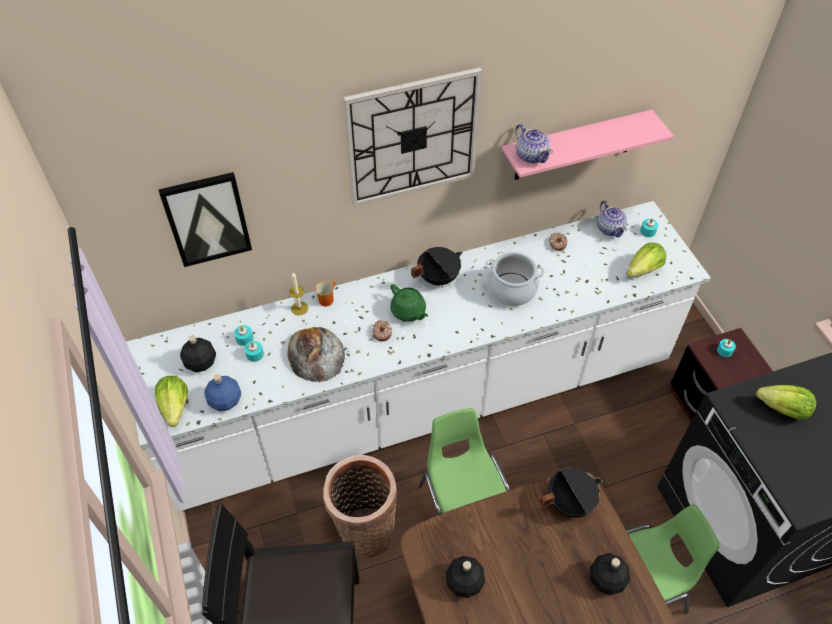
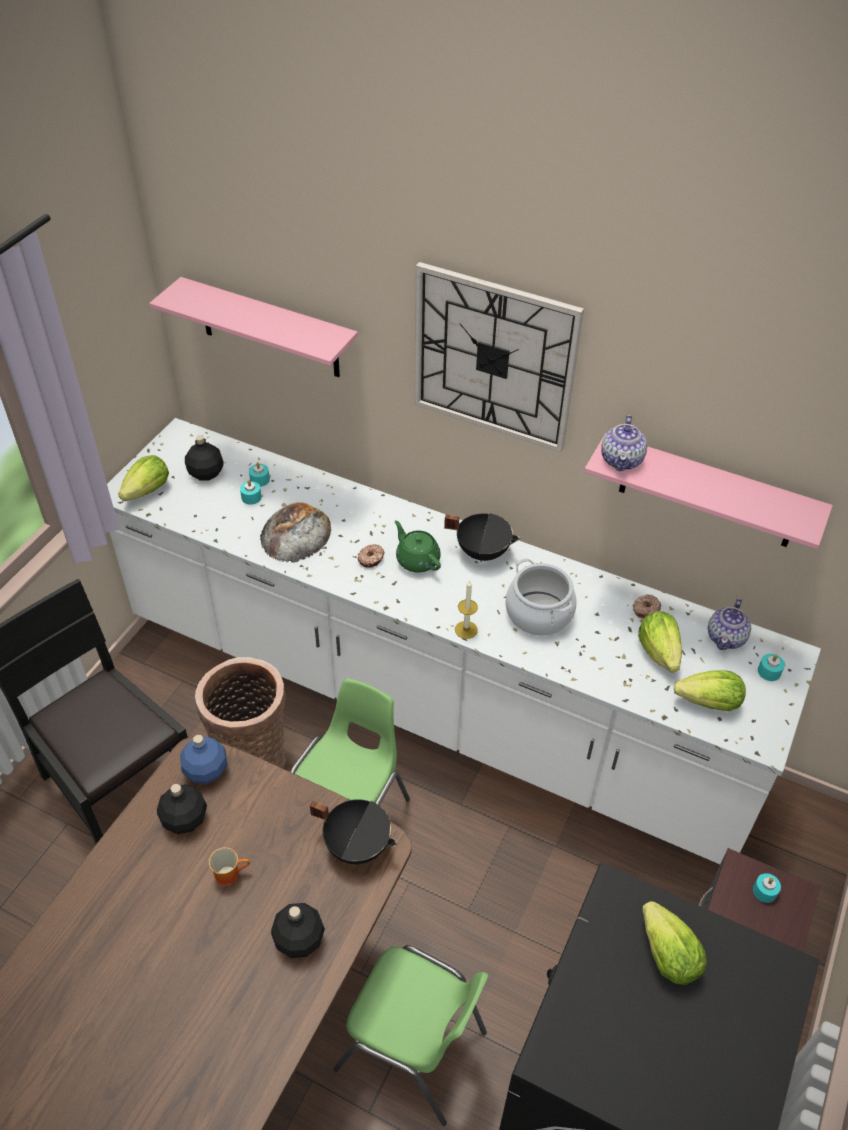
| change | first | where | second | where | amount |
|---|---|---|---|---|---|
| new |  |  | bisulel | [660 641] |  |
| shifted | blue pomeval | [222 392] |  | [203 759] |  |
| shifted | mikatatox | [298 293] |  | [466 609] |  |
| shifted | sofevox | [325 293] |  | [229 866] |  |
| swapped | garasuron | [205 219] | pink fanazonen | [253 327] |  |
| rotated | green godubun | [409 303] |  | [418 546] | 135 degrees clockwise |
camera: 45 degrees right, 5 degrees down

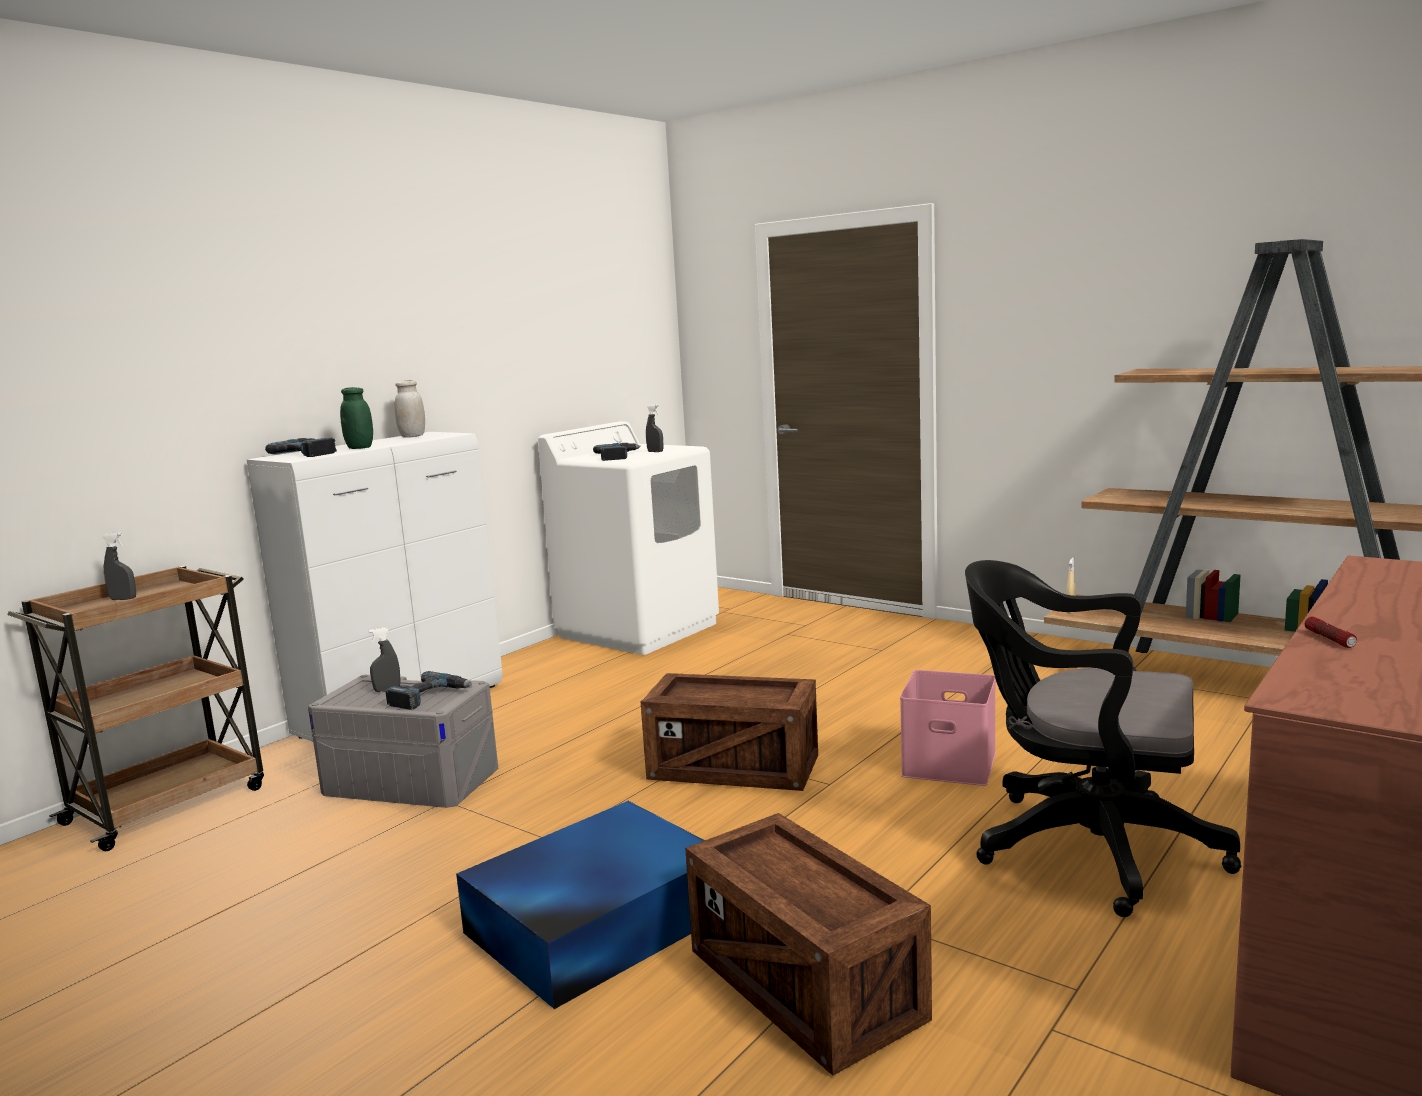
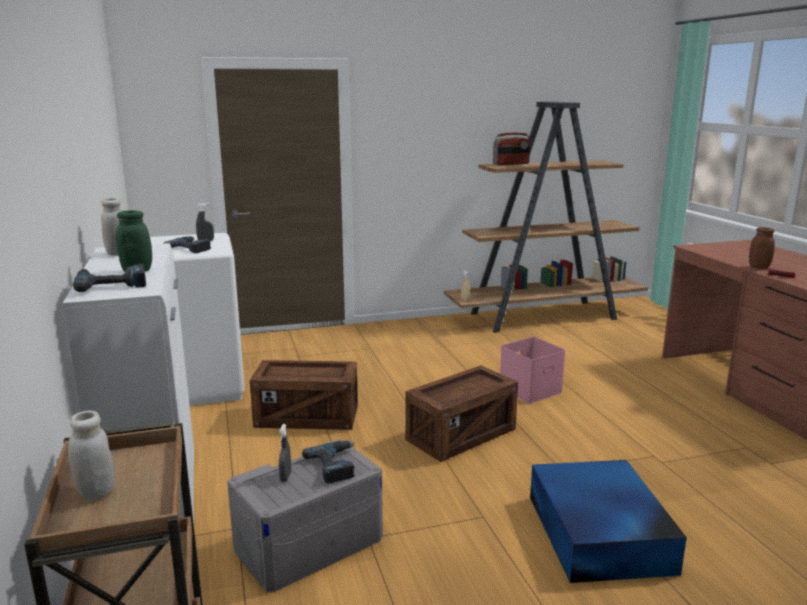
| change | first | where | second | where | amount |
|---|---|---|---|---|---|
| gone | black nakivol | [1103 738] |  |  |  |
| new |  |  | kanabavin | [511 148] |  |
| new |  |  | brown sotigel | [762 248] |  |
| shifted | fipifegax | [808 944] |  | [304 395] |  |
| swapped | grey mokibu | [119 566] | white sotigel | [91 455] |  |
camera: 55 degrees left, 5 degrees up

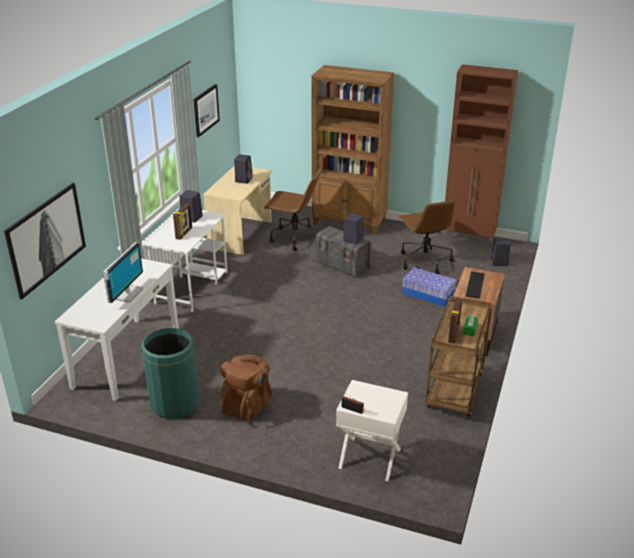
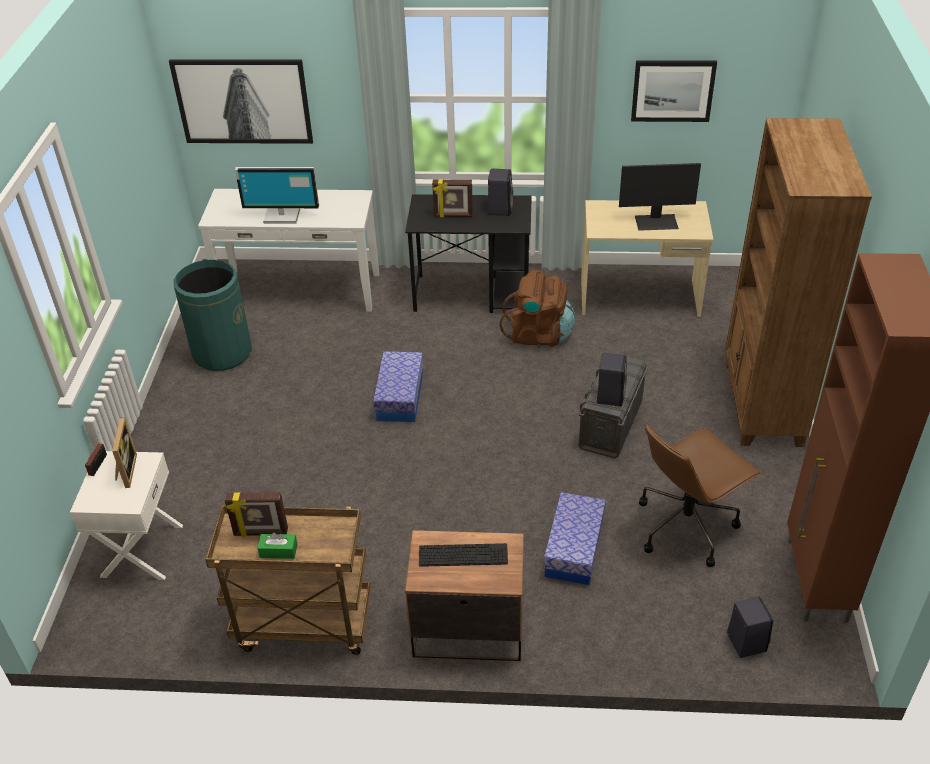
| change | first | where | second | where | amount |
|---|---|---|---|---|---|
| gone | brown nakivol | [293 209] |  |  |  |
| new |  |  | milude | [124 452] |  |
| new |  |  | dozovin | [398 386] |  |
| shifted | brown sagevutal | [246 387] |  | [537 308] |  |
| swapped | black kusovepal | [243 169] | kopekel | [660 197] |  |
| repainted | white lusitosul | [186 261] | black lusitosul | [468 253] |  |
camera: 75 degrees right, 10 degrees up

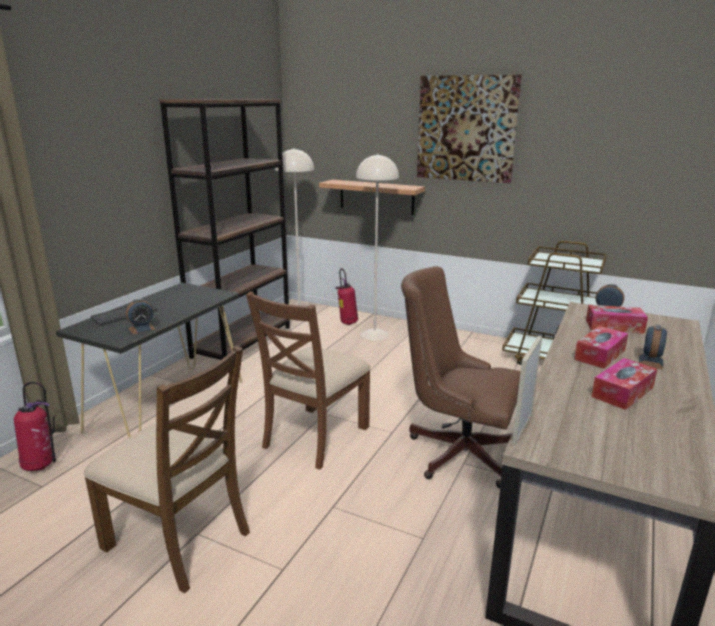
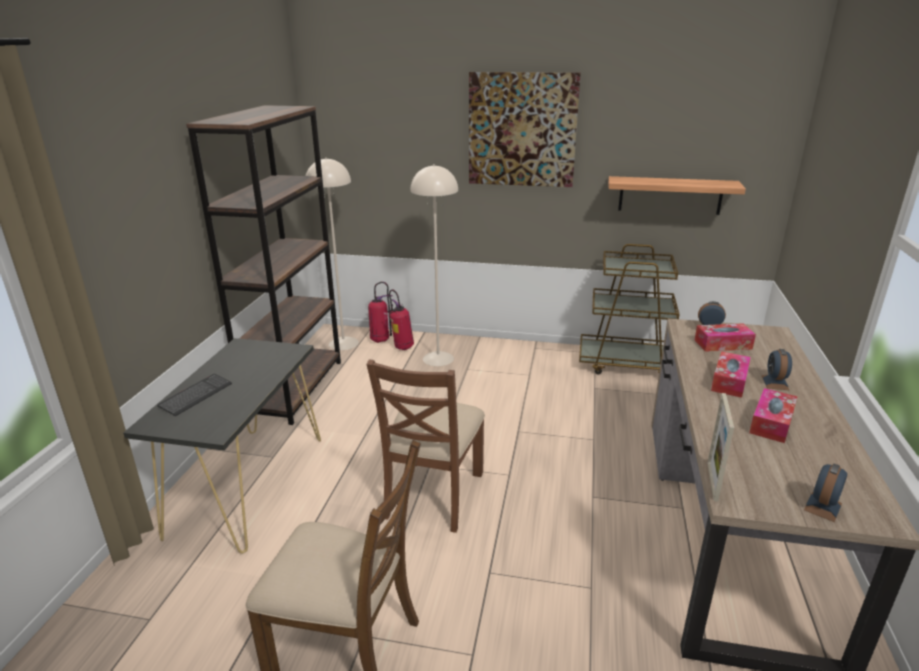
| change | first | where | second | where | amount |
|---|---|---|---|---|---|
| gone | brown nakivol | [461 377] |  |  |  |
| shifted | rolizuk | [35 426] |  | [380 312] |  |
| shifted | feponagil | [141 316] |  | [825 493] |  |
| shifted | fanazonen | [372 197] |  | [677 195] |  |
camera: 15 degrees left, 5 degrees up

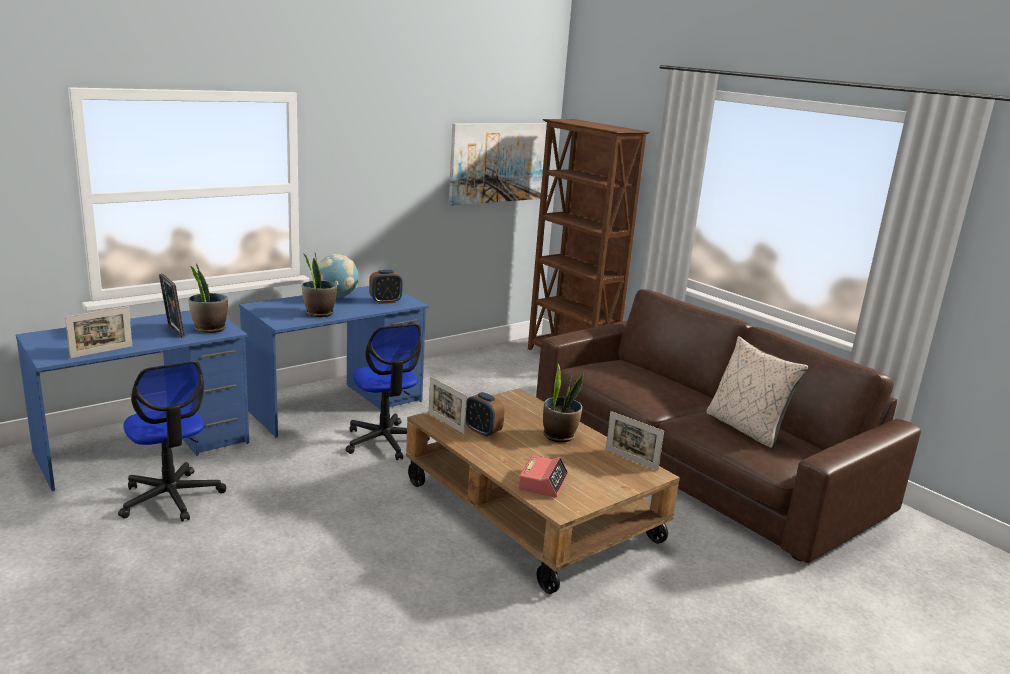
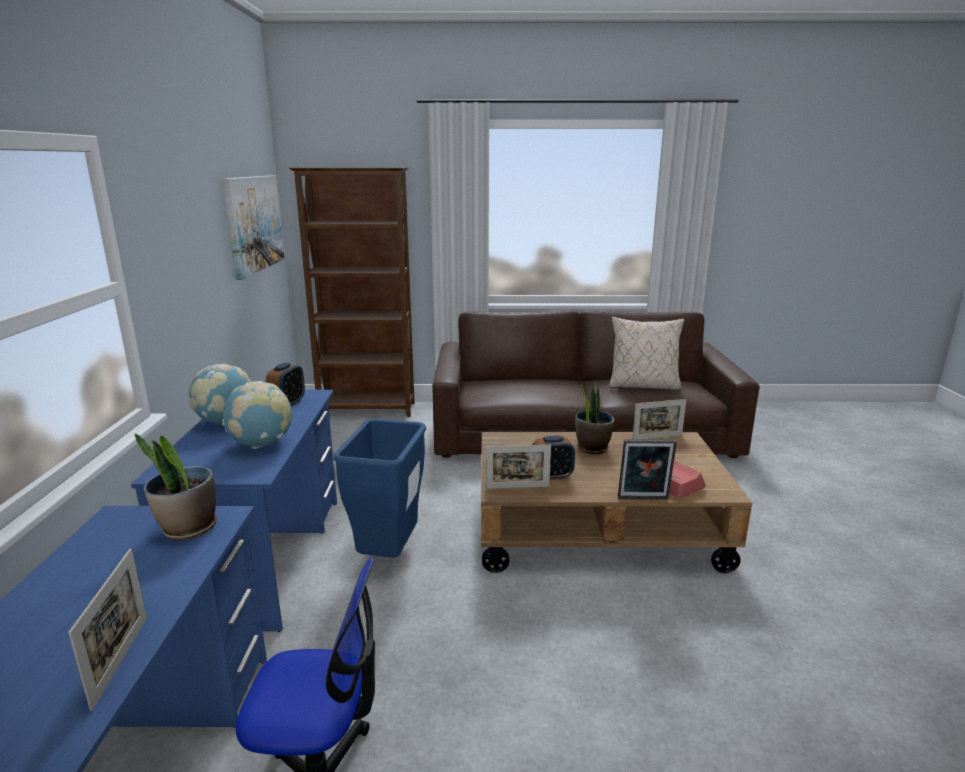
| change | first | where | second | where | amount |
|---|---|---|---|---|---|
| shifted | milude | [172 306] |  | [647 469] |  |
| swapped | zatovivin | [319 285] | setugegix | [257 415] |  |
| swapped | nakivol | [387 392] | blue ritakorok | [379 488] |  |
camera: 50 degrees left, 0 degrees up

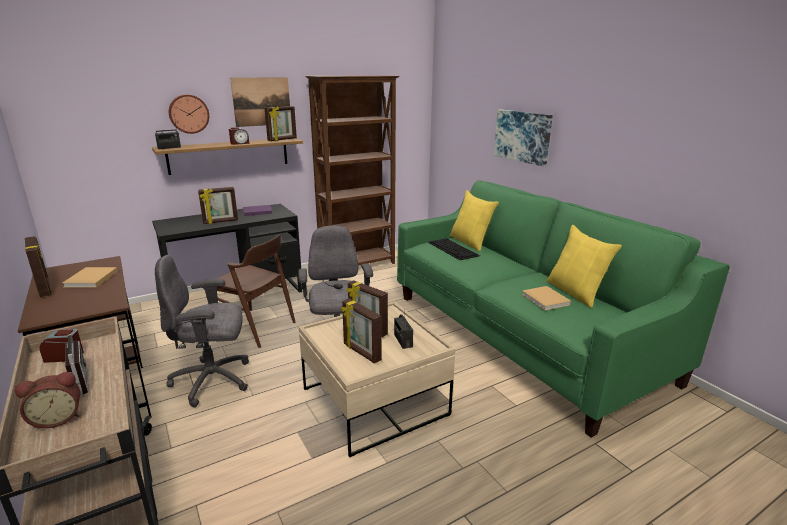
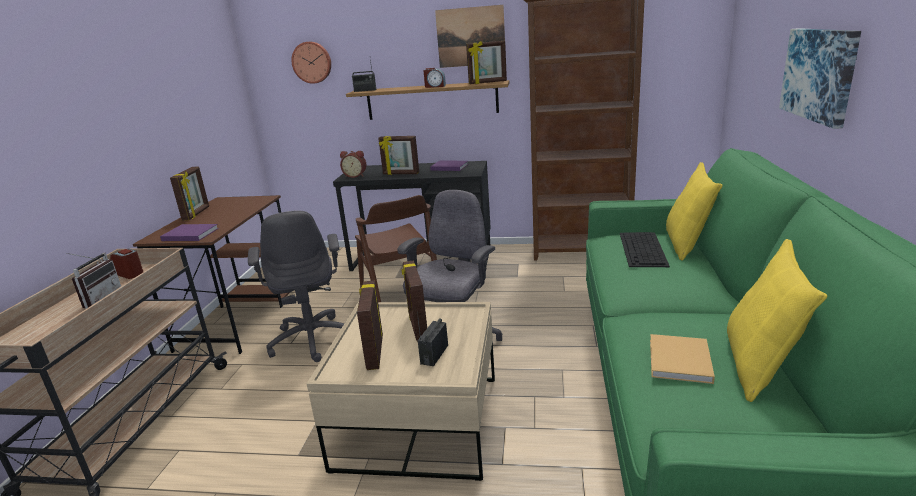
| change | first | where | second | where | amount |
|---|---|---|---|---|---|
| gone | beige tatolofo | [90 277] |  |  |  |
| new |  |  | purple tatolofo | [189 232] |  |
| shifted | feponagil | [47 400] |  | [353 164] |  |
| shifted | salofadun | [189 114] |  | [311 63] |  |
| rotated | grey nakivol | [202 331] |  | [296 286] | 135 degrees counterclockwise |
camera: 40 degrees right, 0 degrees up

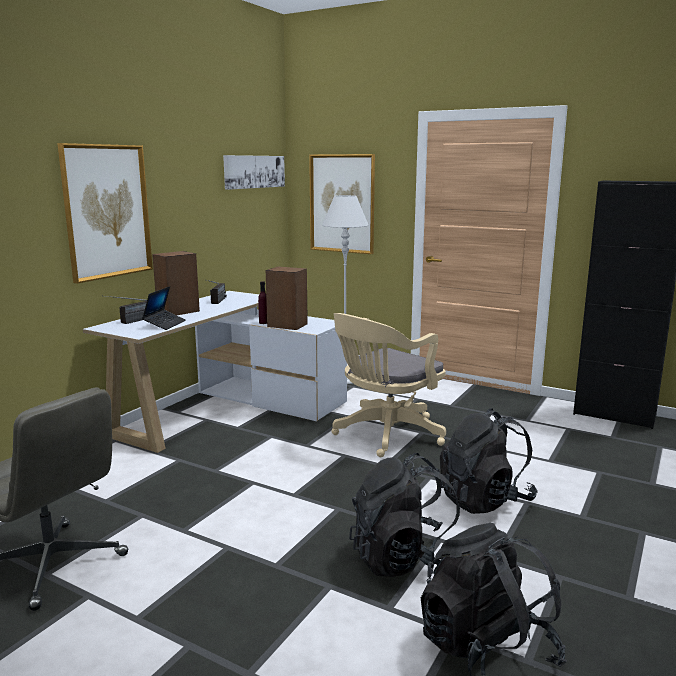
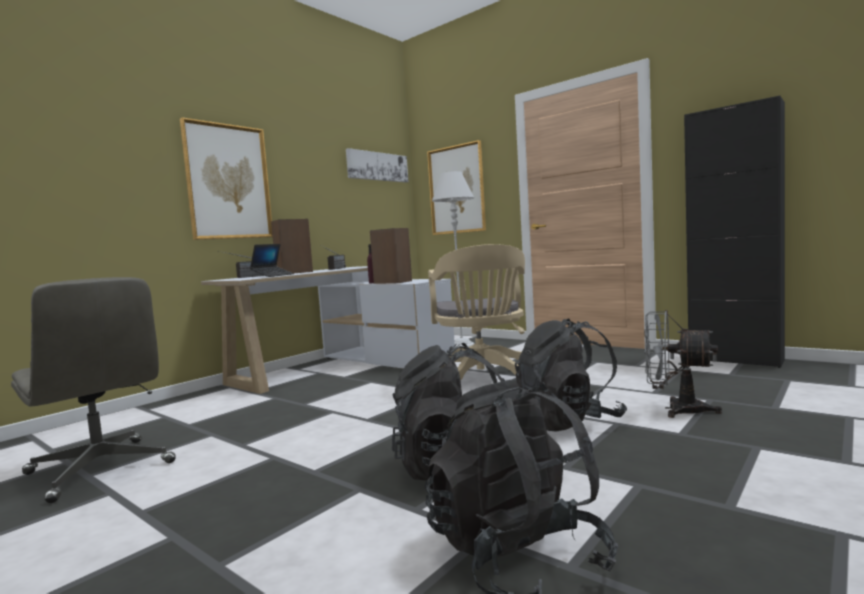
| change | first | where | second | where | amount |
|---|---|---|---|---|---|
| new |  |  | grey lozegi | [683 364] |  |
| rotated | beige nakivol | [389 385] |  | [476 312] | 60 degrees counterclockwise |
camera: 10 degrees right, 10 degrees down

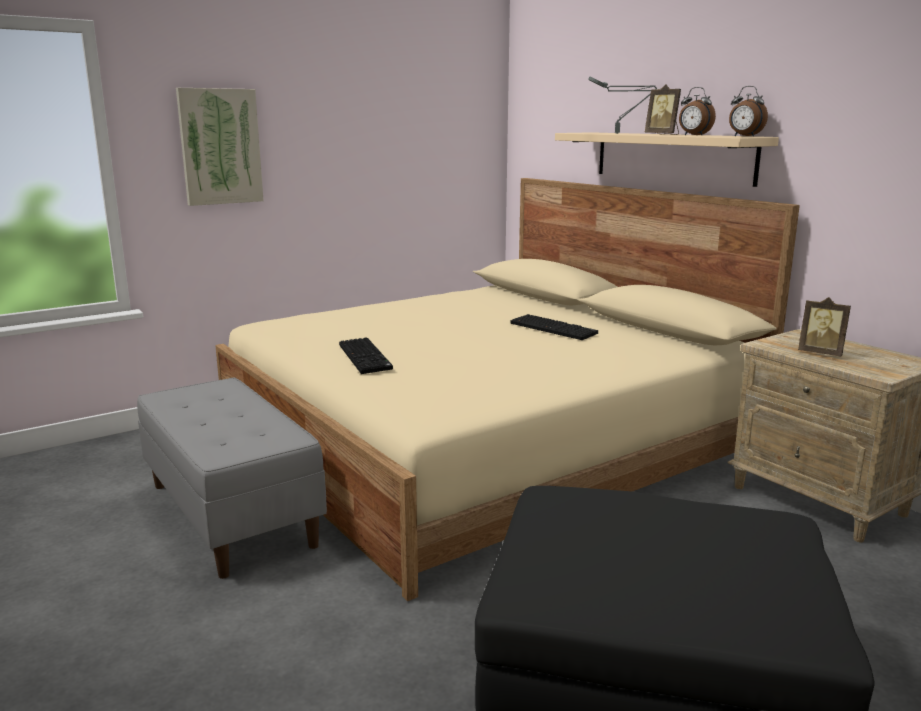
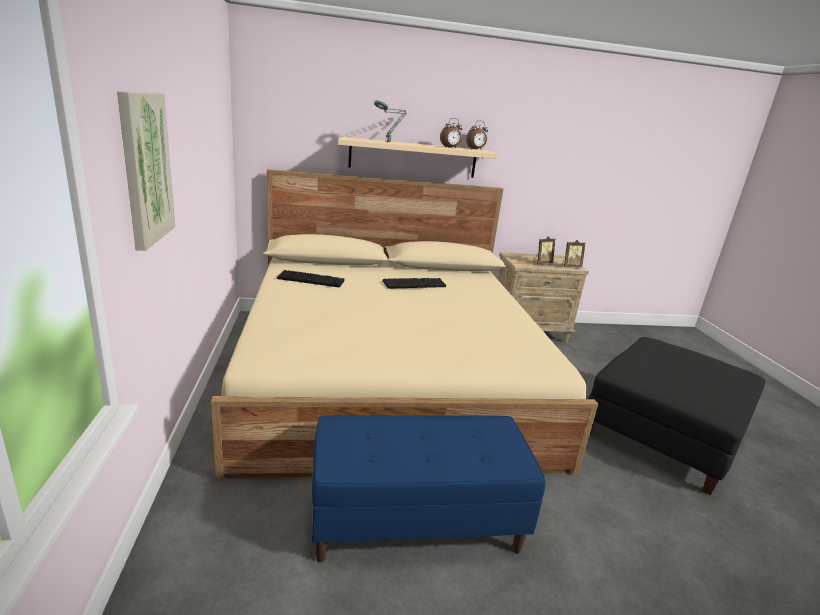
| change | first | where | second | where | amount |
|---|---|---|---|---|---|
| shifted | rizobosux | [366 355] |  | [311 279] |  |
| shifted | milude | [663 109] |  | [573 253] |  |
| repainted | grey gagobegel | [232 478] | blue gagobegel | [428 488] |  |
camera: 65 degrees left, 5 degrees up

